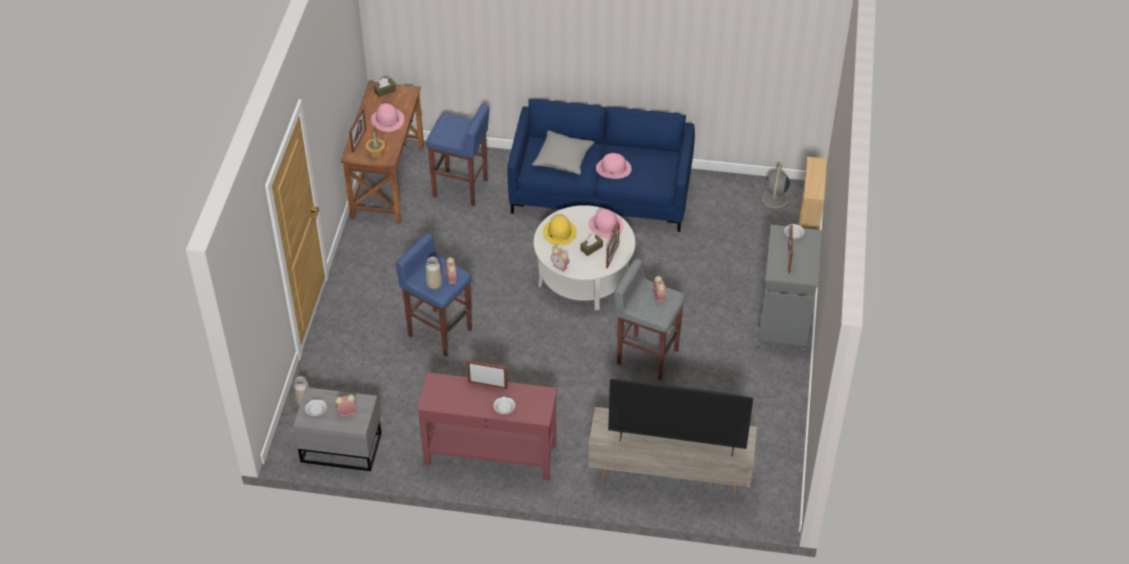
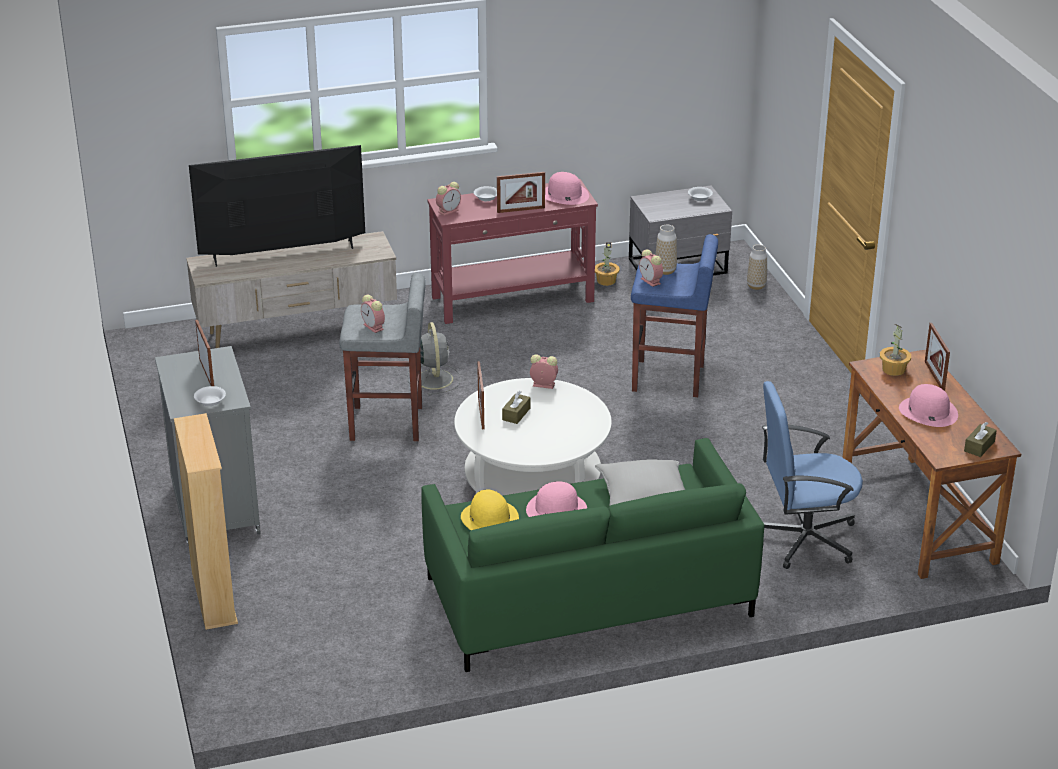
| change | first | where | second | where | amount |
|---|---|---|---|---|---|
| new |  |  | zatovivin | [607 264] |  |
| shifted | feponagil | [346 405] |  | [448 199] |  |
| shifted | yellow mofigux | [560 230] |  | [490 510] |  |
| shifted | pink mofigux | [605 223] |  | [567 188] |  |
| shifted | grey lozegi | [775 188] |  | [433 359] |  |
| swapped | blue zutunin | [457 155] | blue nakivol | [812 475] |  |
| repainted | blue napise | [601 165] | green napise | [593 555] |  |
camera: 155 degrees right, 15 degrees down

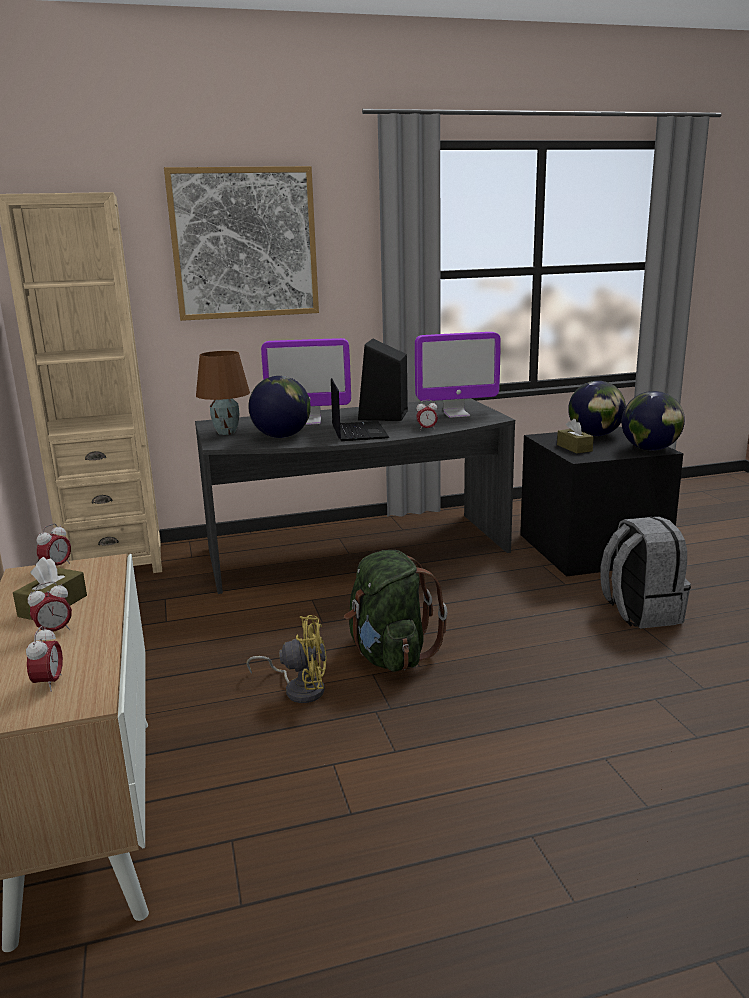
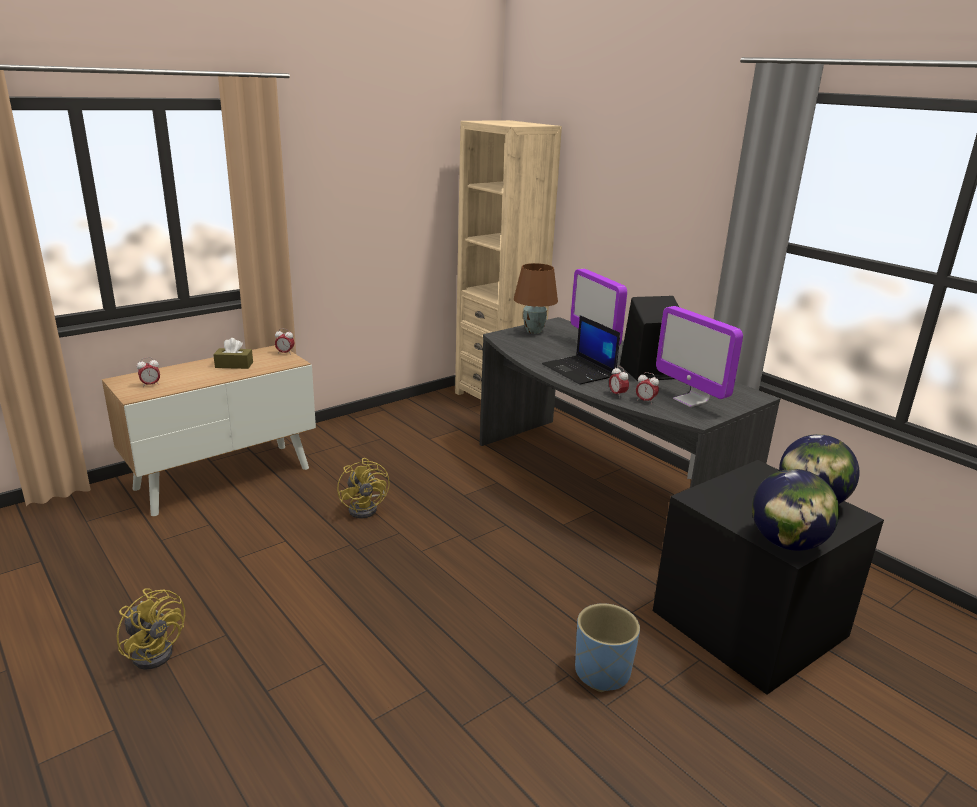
| change | first | where | second | where | amount |
|---|---|---|---|---|---|
| gone | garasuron | [241 243] |  |  |  |
| gone | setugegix | [279 407] |  |  |  |
| gone | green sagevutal | [396 611] |  |  |  |
| gone | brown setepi | [575 436] |  |  |  |
| new |  |  | yellow lozegi | [151 629] |  |
| shifted | feponagil | [50 606] |  | [647 388] |  |
| swapped | grey sagevutal | [645 573] | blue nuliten | [607 647] |  |
| rotated | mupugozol | [360 409] |  | [581 350] | 90 degrees clockwise |
camera: 65 degrees right, 5 degrees up

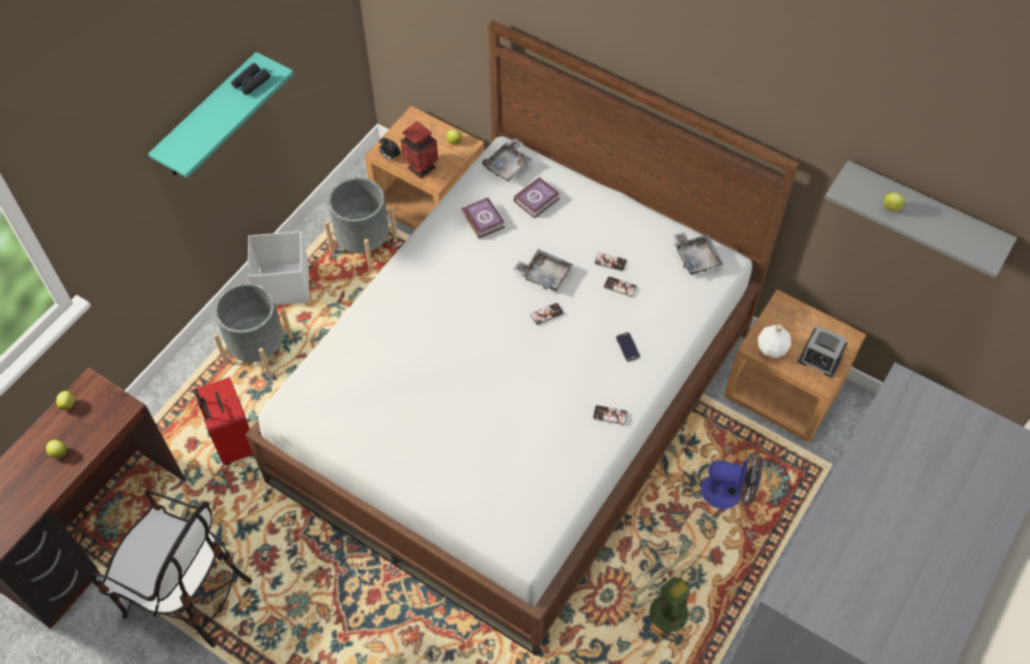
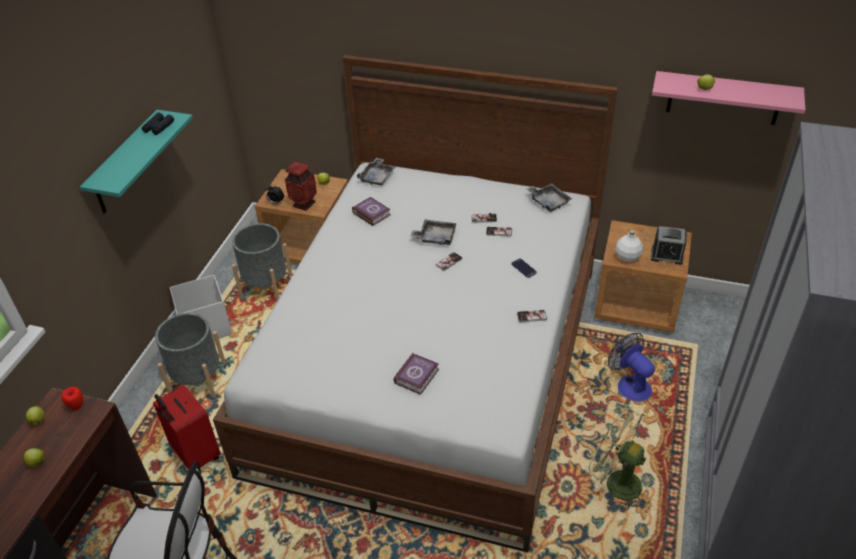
| change | first | where | second | where | amount |
|---|---|---|---|---|---|
| new |  |  | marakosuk | [72 398] |  |
| shifted | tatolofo | [537 197] |  | [416 374] |  |
| repainted | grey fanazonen | [921 219] | pink fanazonen | [728 98] |  |
| rotated | lozegi | [731 480] |  | [631 367] | 120 degrees counterclockwise |
camera: 15 degrees left, 15 degrees down

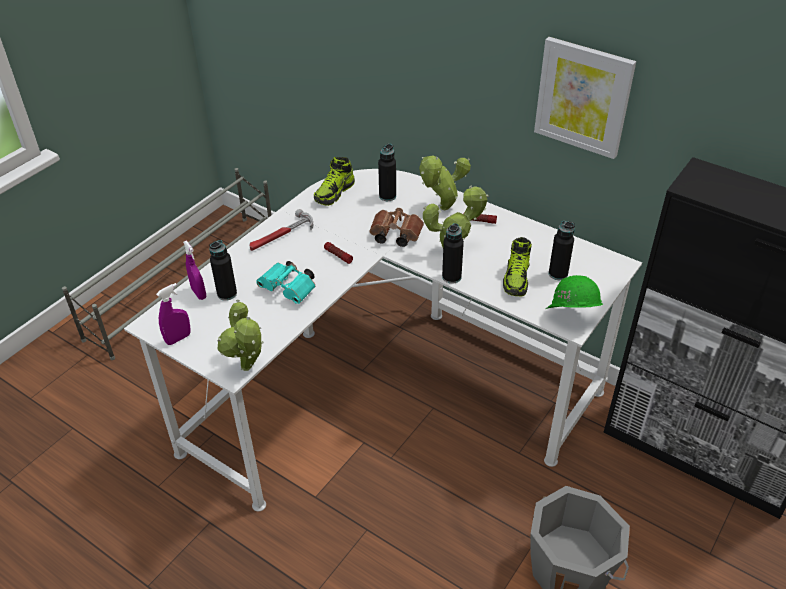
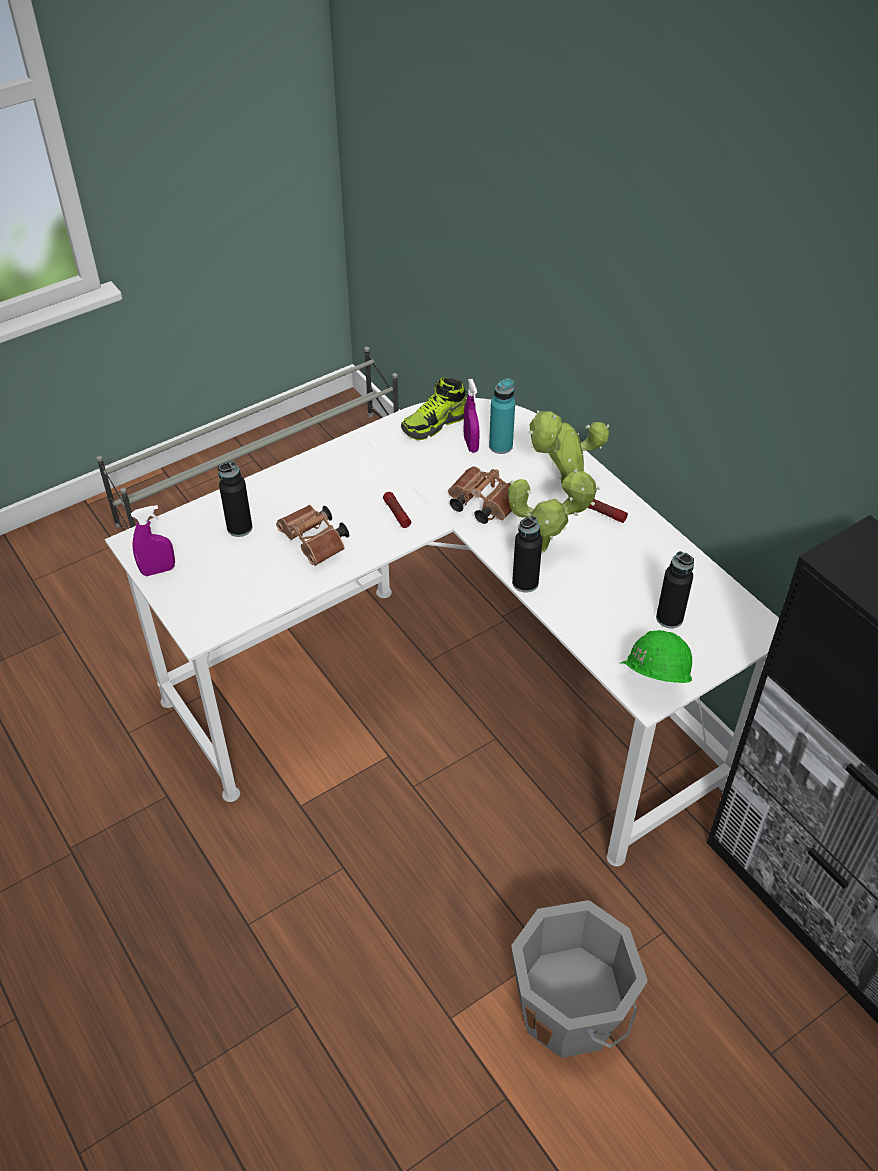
| change | first | where | second | where | amount |
|---|---|---|---|---|---|
| gone | zatovivin | [240 335] |  |  |  |
| gone | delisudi | [281 230] |  |  |  |
| gone | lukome | [517 266] |  |  |  |
| gone | garasuron | [585 98] |  |  |  |
| shifted | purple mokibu | [194 270] |  | [472 415] |  |
| repainted | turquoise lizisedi | [286 282] | brown lizisedi | [312 535] |  |
| repainted | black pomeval | [387 172] | turquoise pomeval | [502 416] |  |
camera: 20 degrees right, 5 degrees up

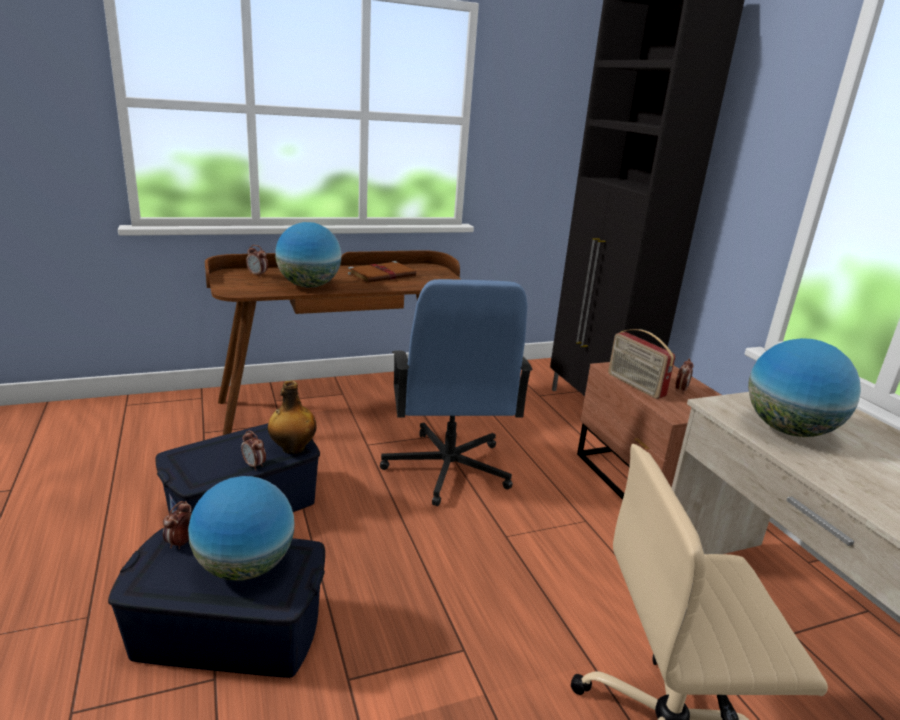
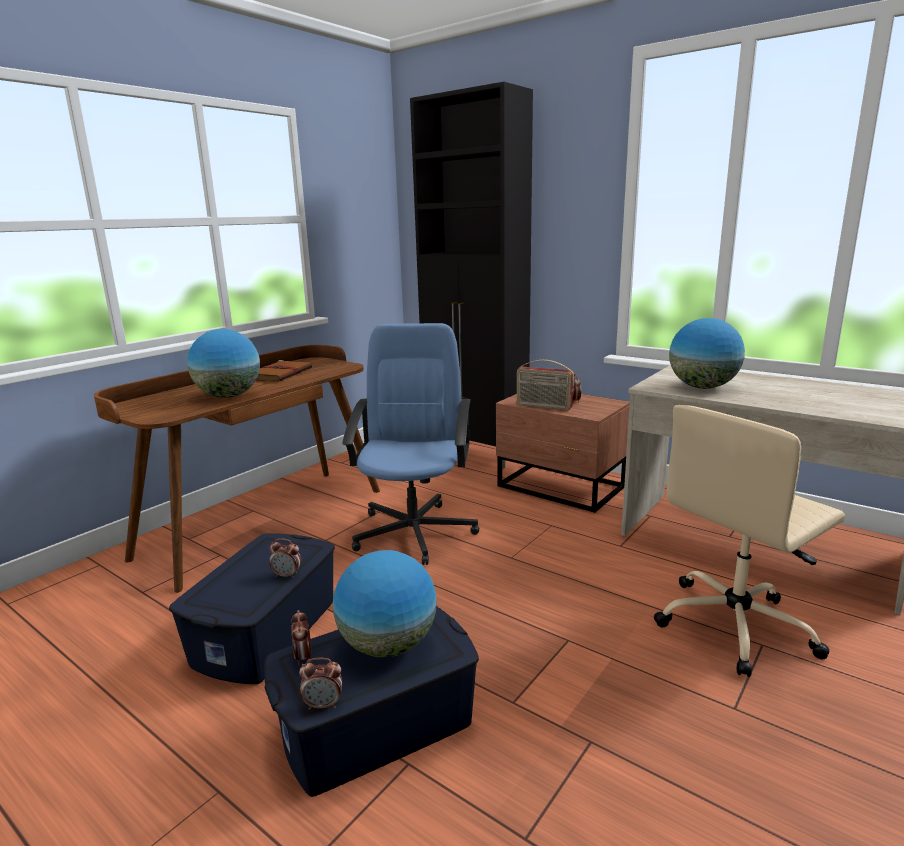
| change | first | where | second | where | amount |
|---|---|---|---|---|---|
| gone | pomeval | [292 417] |  |  |  |
| shifted | feponagil | [257 261] |  | [320 684] |  |
| rotated | blue nakivol | [456 392] |  | [410 444] | 135 degrees counterclockwise |
camera: 30 degrees left, 5 degrees down

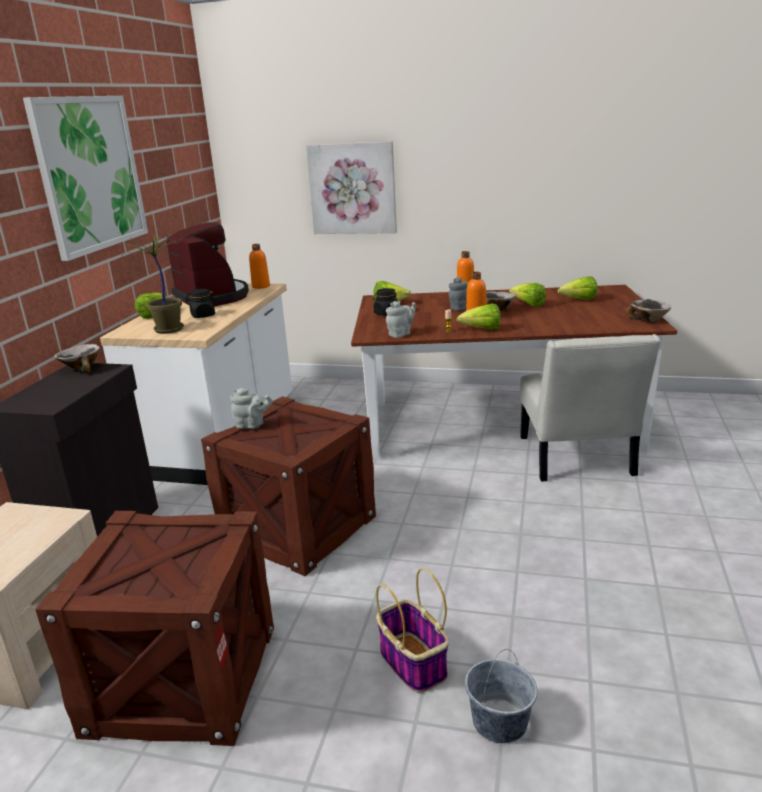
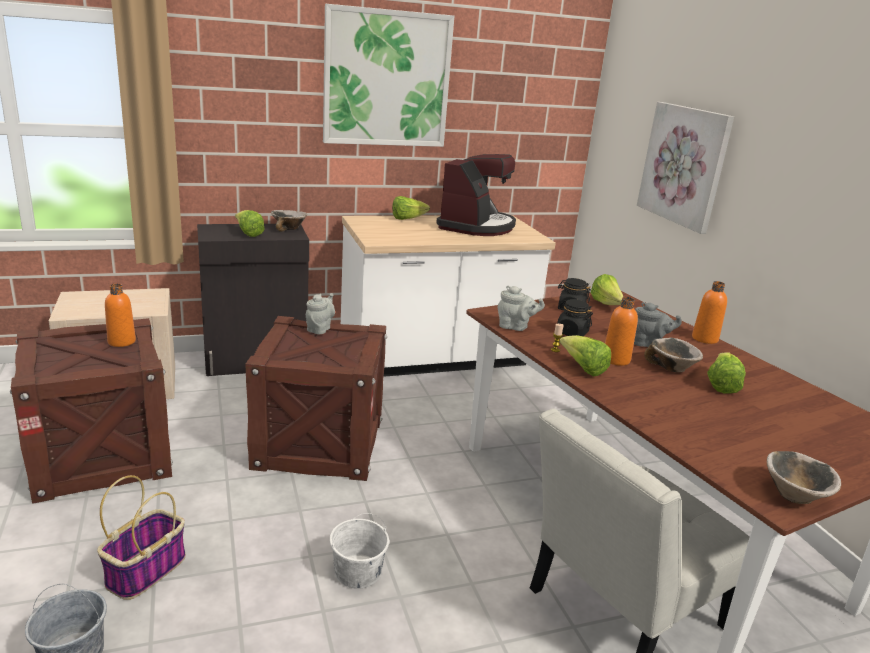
| change | first | where | second | where | amount |
|---|---|---|---|---|---|
| gone | zatovivin | [153 283] |  |  |  |
| new |  |  | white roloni | [359 551] |  |
| shifted | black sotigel | [200 303] |  | [575 317] |  |
| shifted | orange pomeval | [259 266] |  | [120 315] |  |
| shifted | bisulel | [577 288] |  | [250 223] |  |
| rotated | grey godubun | [251 408] |  | [320 313] | 135 degrees counterclockwise |
camera: 55 degrees right, 0 degrees up

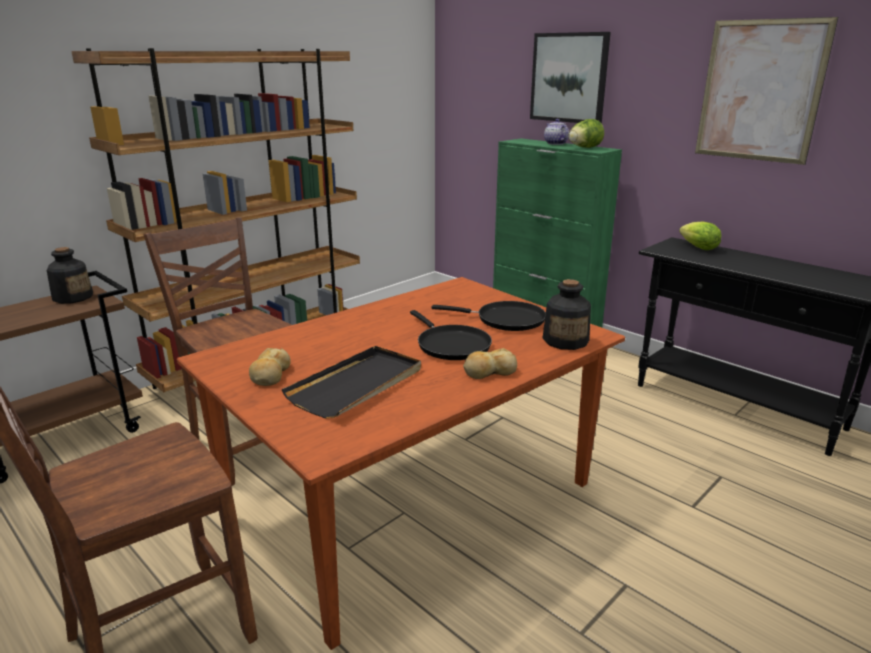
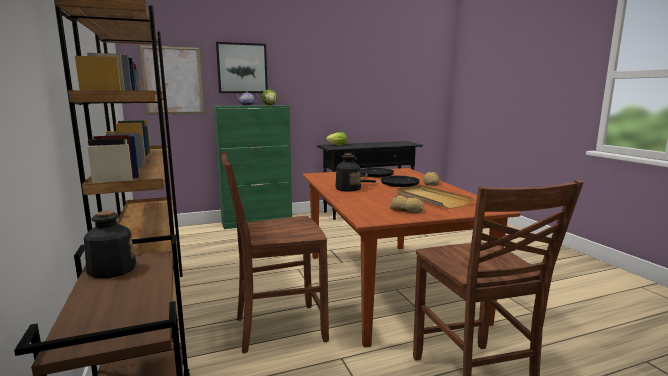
| change | first | where | second | where | amount |
|---|---|---|---|---|---|
| shifted | pomeval | [566 314] |  | [348 172] |  |
| shifted | garasuron | [766 91] |  | [172 80] |  |
| repainted | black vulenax | [351 382] | beige vulenax | [435 197] |  |
camera: 65 degrees left, 10 degrees down

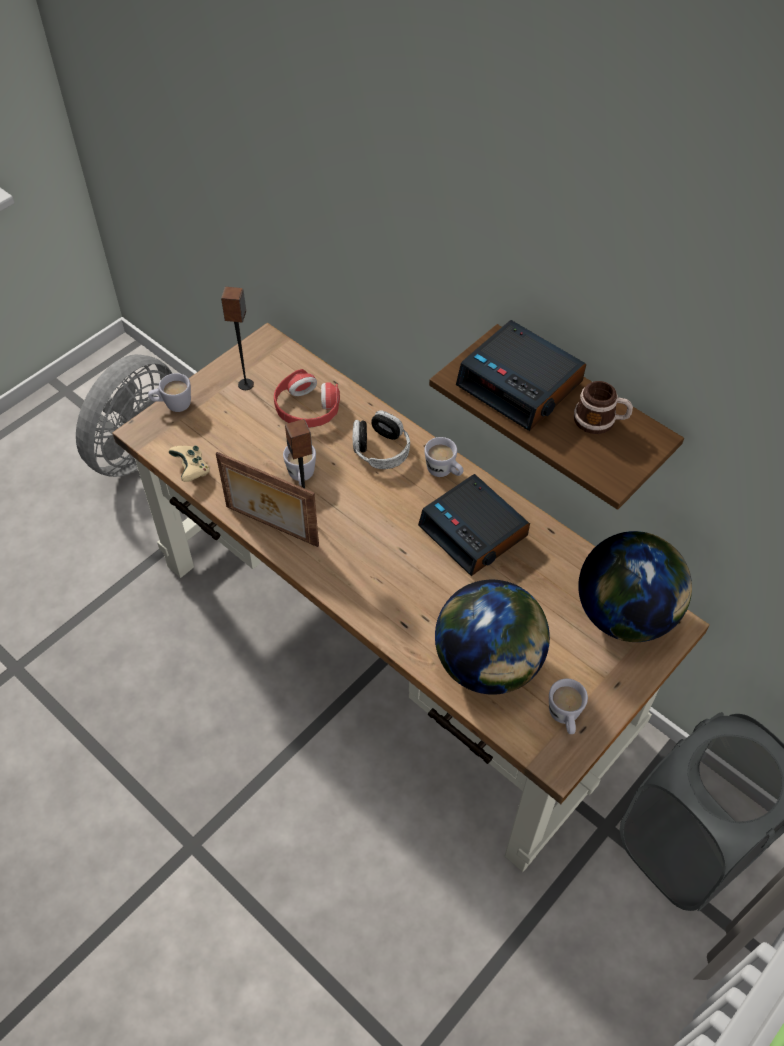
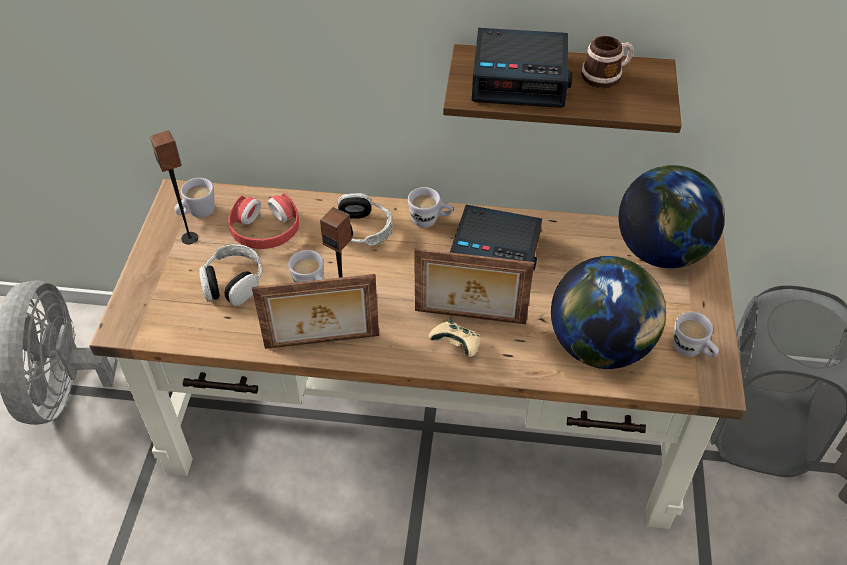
| change | first | where | second | where | amount |
|---|---|---|---|---|---|
| new |  |  | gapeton | [230 275] |  |
| new |  |  | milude | [474 286] |  |
| shifted | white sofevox | [169 392] |  | [194 198] |  |
| shifted | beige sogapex | [189 464] |  | [454 338] |  |
camera: 35 degrees left, 5 degrees down

